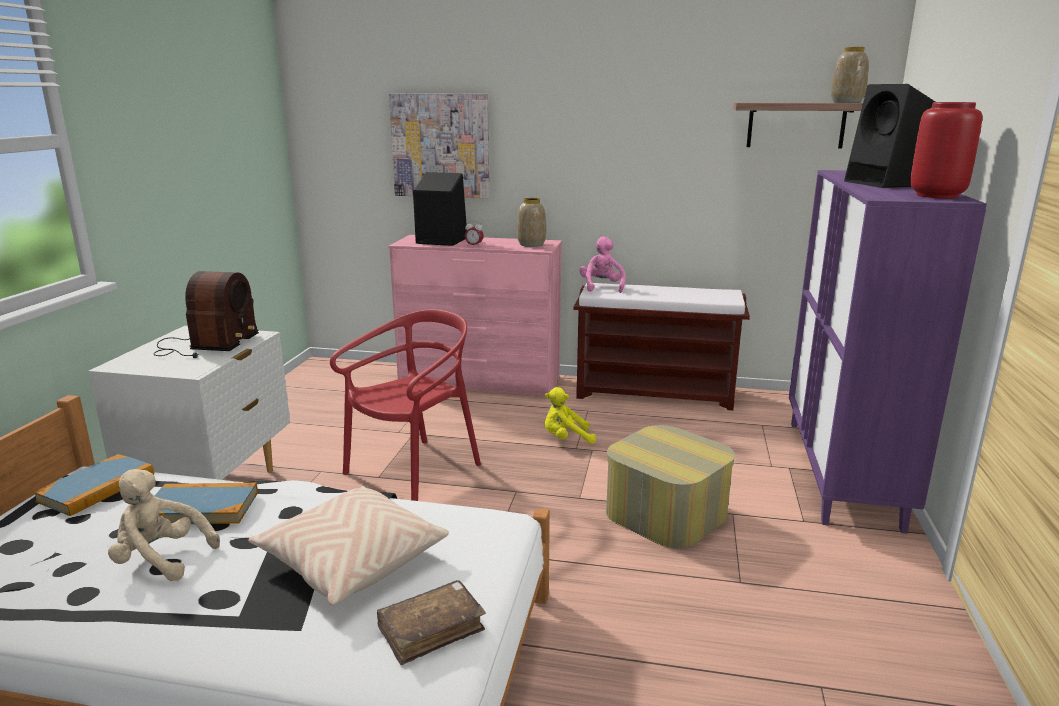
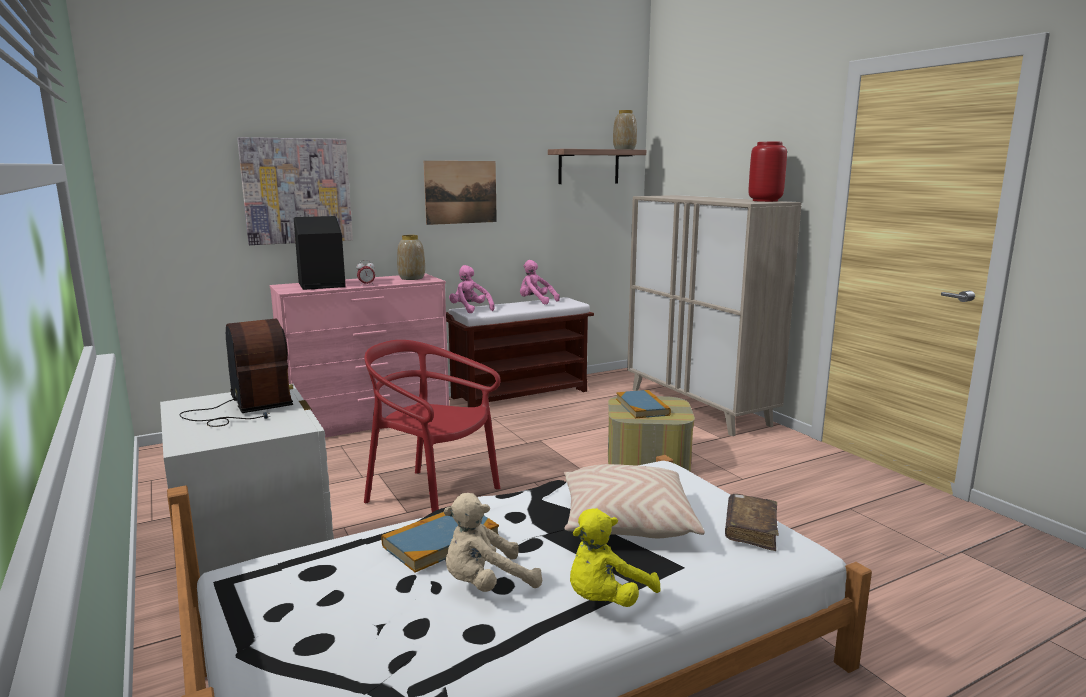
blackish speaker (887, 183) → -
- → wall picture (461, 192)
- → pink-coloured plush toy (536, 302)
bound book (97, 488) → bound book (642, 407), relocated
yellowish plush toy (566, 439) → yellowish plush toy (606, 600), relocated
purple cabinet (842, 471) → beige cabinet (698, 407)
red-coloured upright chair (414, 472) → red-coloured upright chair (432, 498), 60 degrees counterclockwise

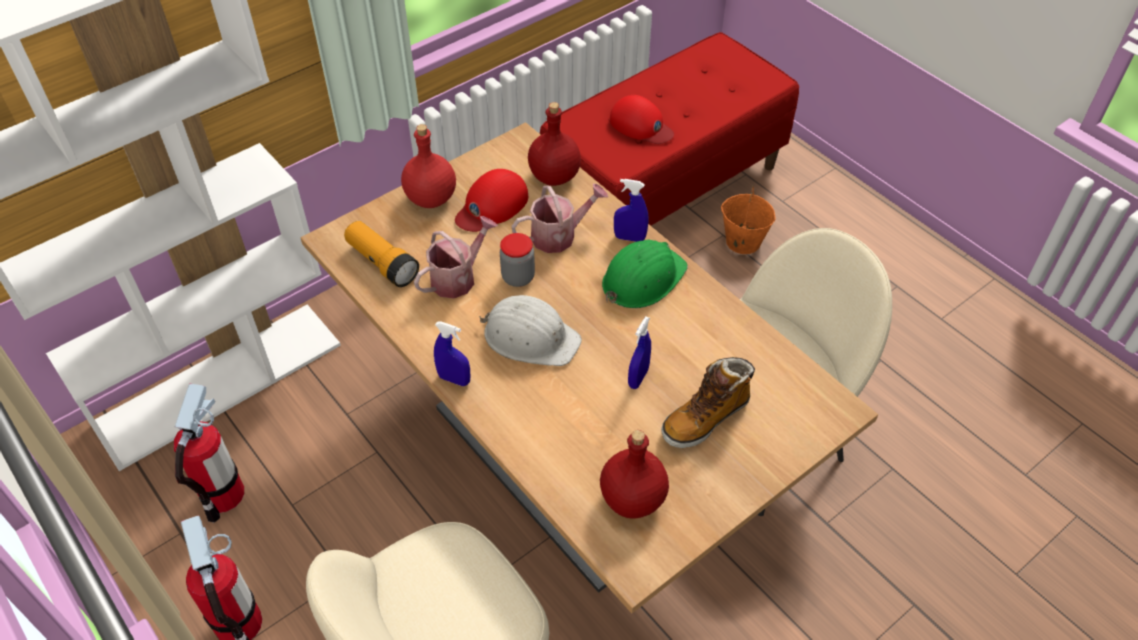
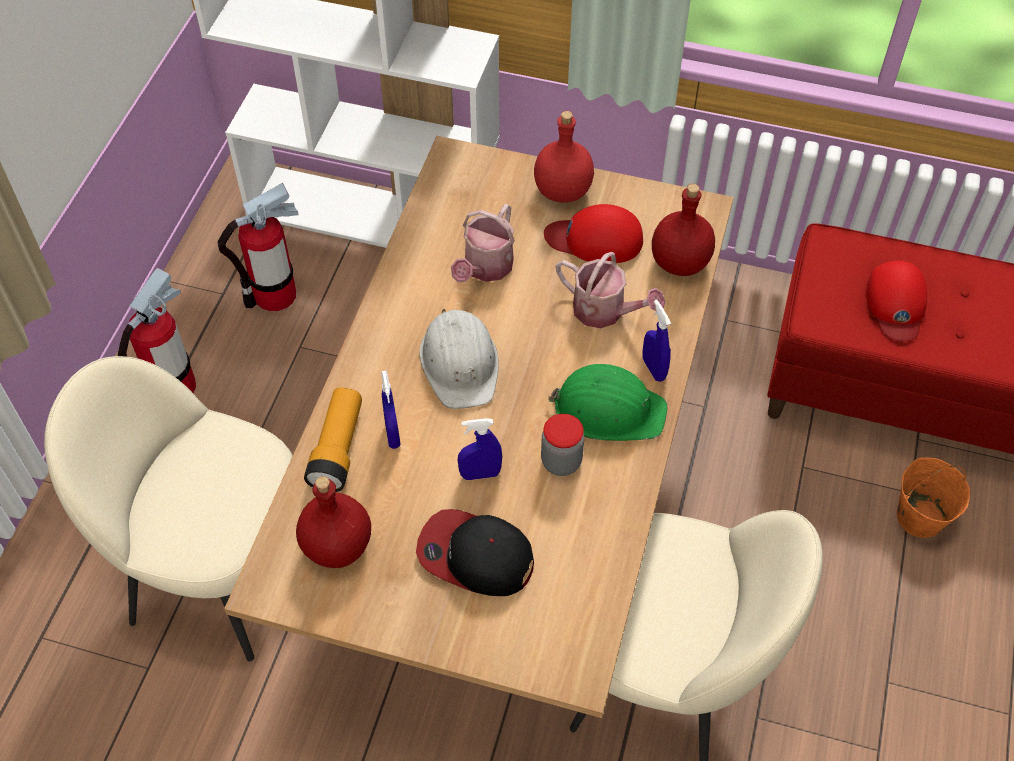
torch (382, 263) → torch (338, 449), relocated
blue-coloured hand sprayer (454, 379) → blue-coloured hand sprayer (392, 434), relocated
storage jar (518, 277) → storage jar (561, 461), relocated
high-top boot (705, 418) → peaked cap (475, 556)
watering can (458, 277) → watering can (485, 268), 105 degrees clockwise

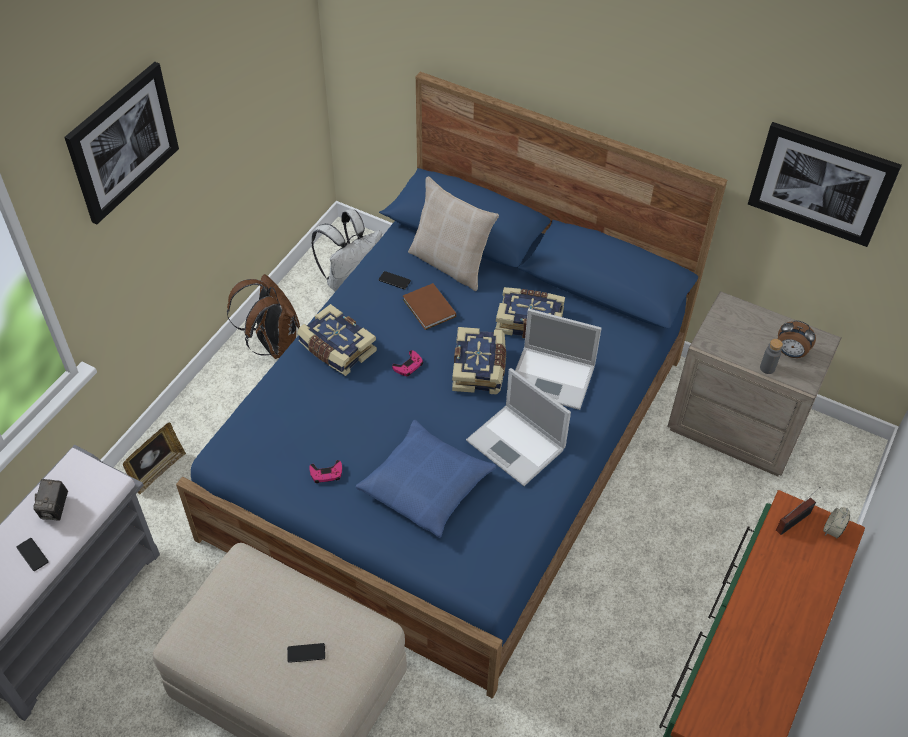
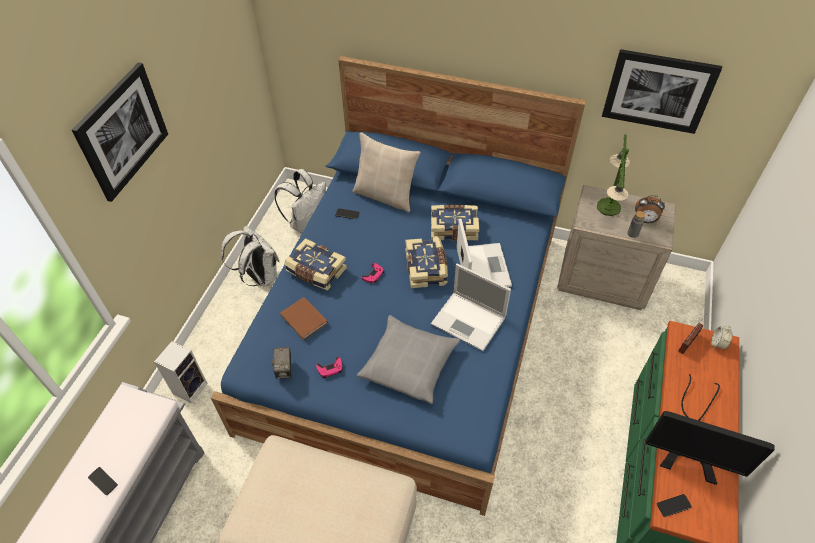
- → table lamp (608, 207)
- → monitor (691, 445)
still camera (55, 509) → still camera (284, 369), relocated
handset (306, 653) → handset (673, 505), relocated
brown bound book (429, 309) → brown bound book (304, 320), relocated
picture frame (157, 471) → speaker (190, 387)
brown knapsack (273, 344) → white knapsack (259, 277)
blue-coloured cushion (426, 485) → gray cushion (409, 364)
notebook computer (553, 378) → notebook computer (482, 266), 105 degrees counterclockwise

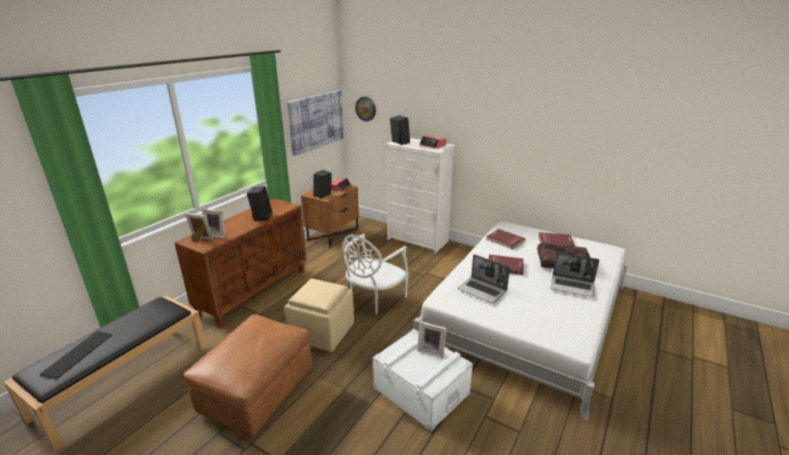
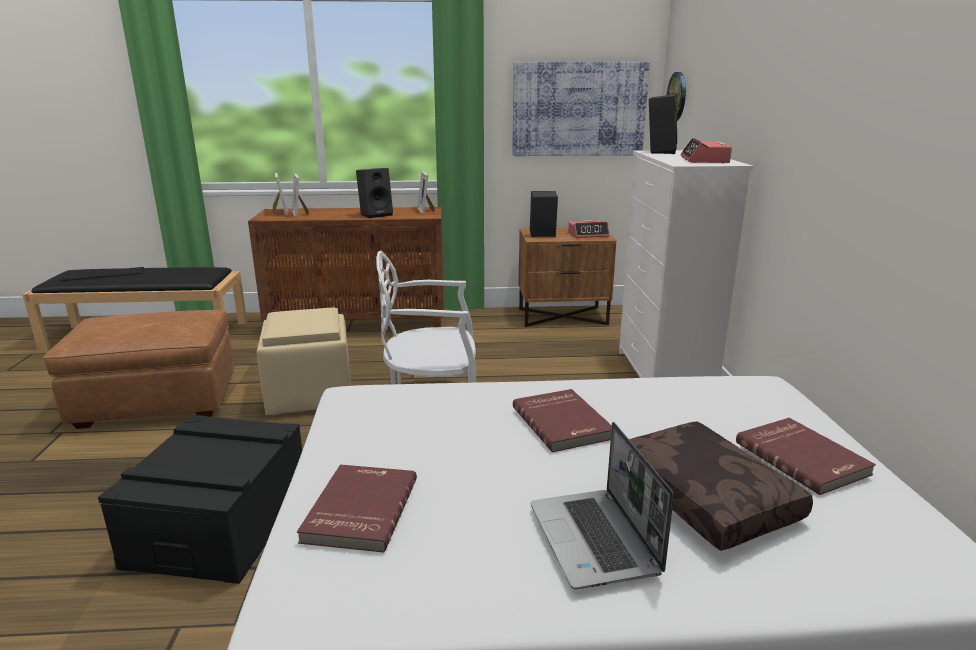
notebook computer (482, 290) → -
picture frame (431, 351) → picture frame (426, 211), relocated
red-coloured bound book (505, 240) → red-coloured bound book (358, 510), relocated
white storage bin (421, 390) → blackish storage bin (220, 524)

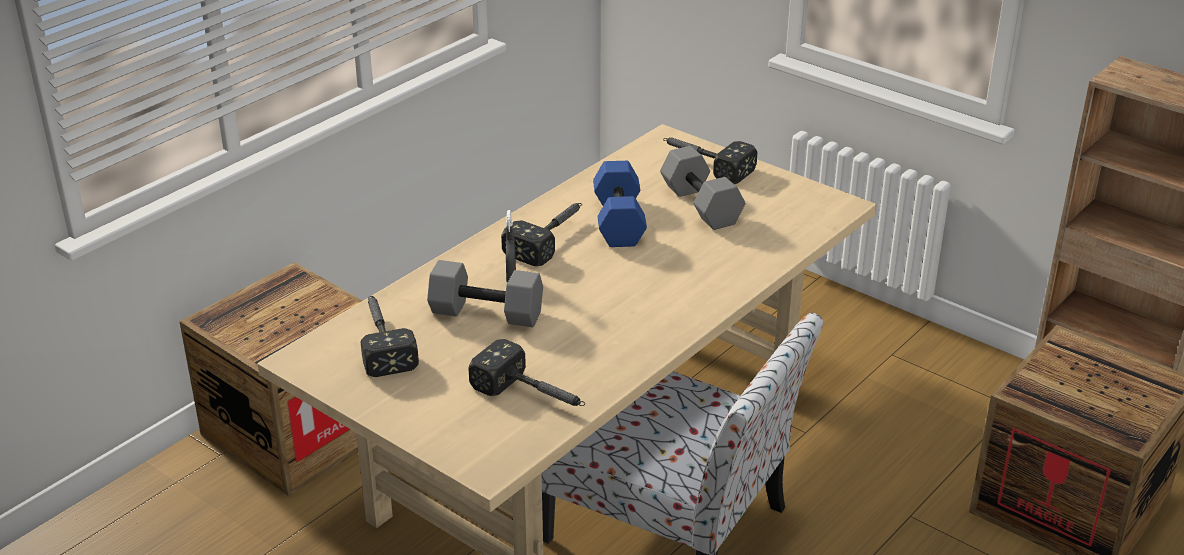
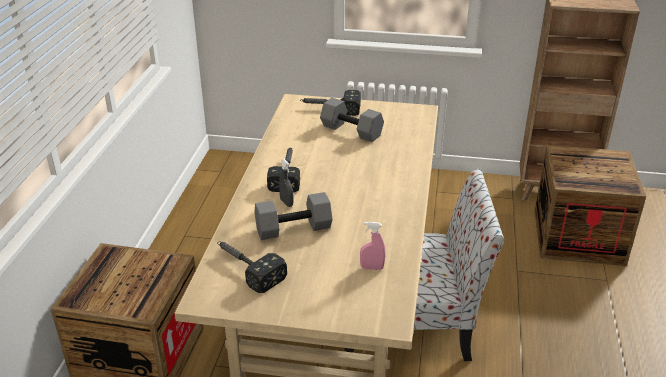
blue-coloured hand weight (617, 221) → -
hand hammer (533, 396) → pink-coloured hand sprayer (372, 268)

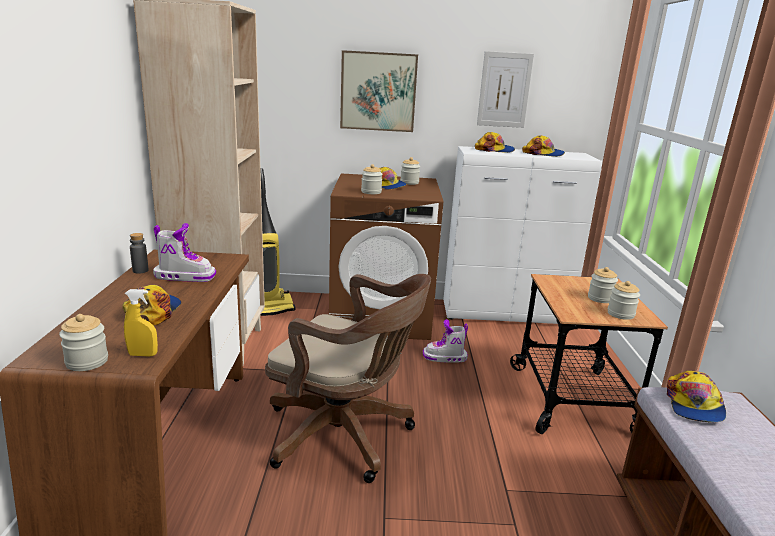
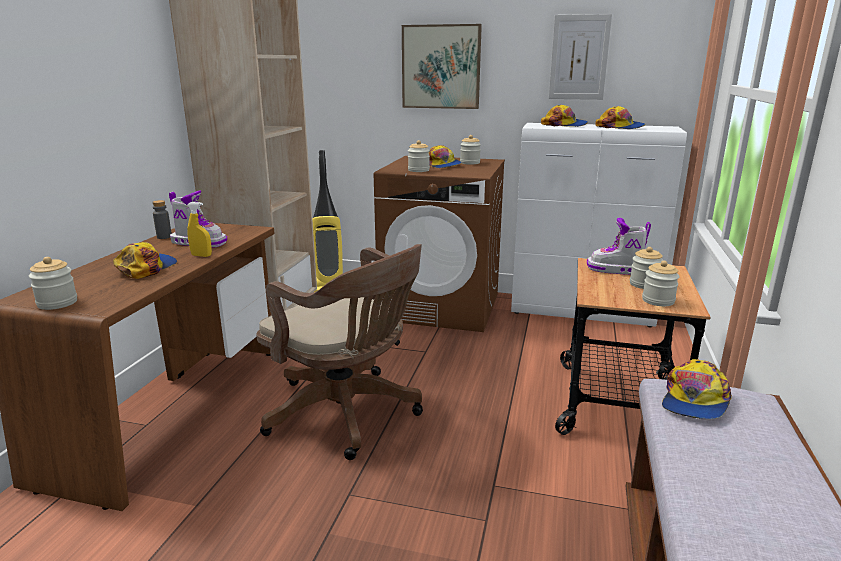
yellowish hand sprayer (143, 354) → yellowish hand sprayer (201, 255), relocated
high-top boot (445, 357) → high-top boot (617, 270), relocated

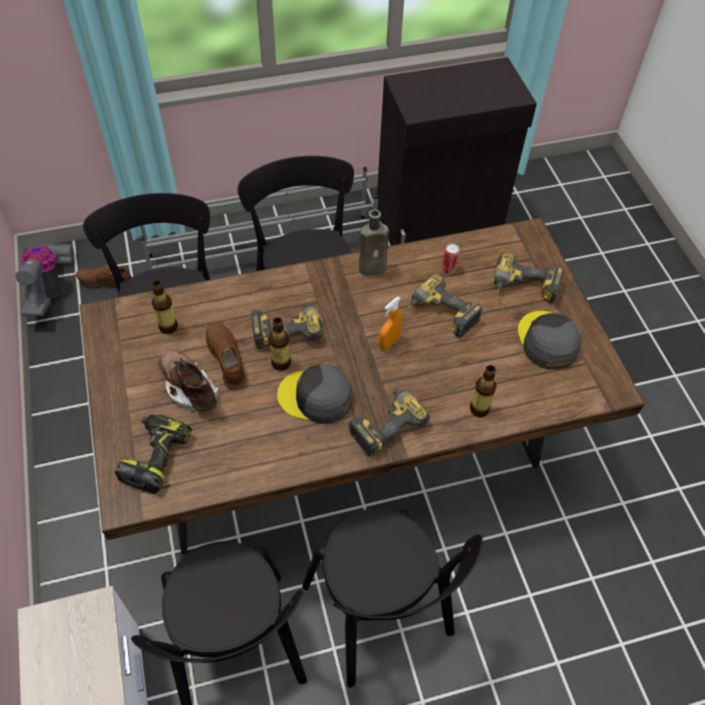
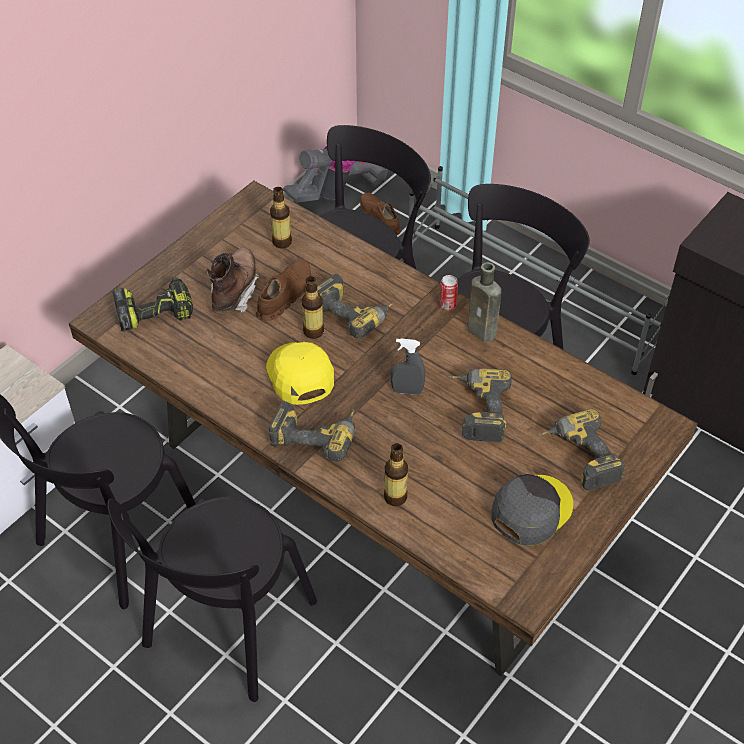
sealed can (449, 269) → sealed can (447, 305), relocated
gray peaked cap (316, 397) → yellowish peaked cap (299, 374)
orange-coloured hand sprayer (389, 343) → gray hand sprayer (407, 391)

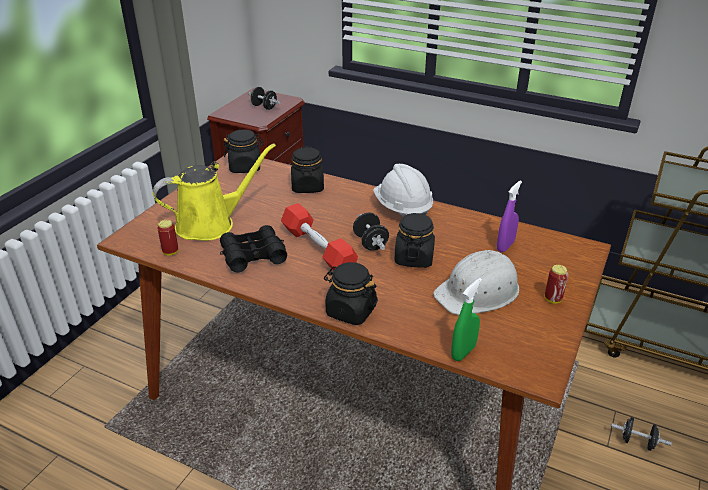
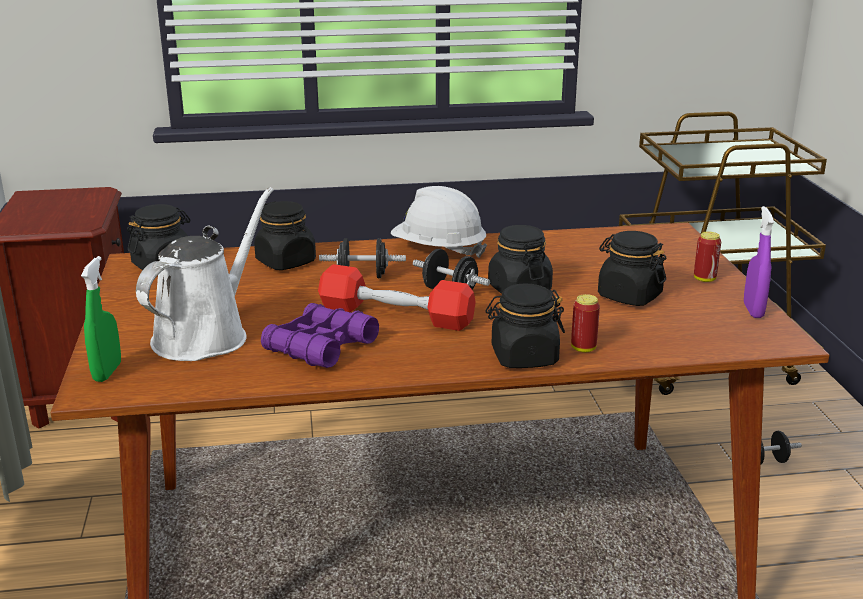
sealed can (170, 252) → sealed can (583, 348), relocated
blackish hand weight (264, 107) → blackish hand weight (363, 276), relocated
greenish hand sprayer (463, 352) → greenish hand sprayer (107, 372), relocated
purple hand sprayer (505, 246) → purple hand sprayer (753, 310), relocated
white work helmet (478, 292) → blackish storage jar (629, 296)
yellowish watering can (211, 224) → white watering can (206, 335)
blackish binoculars (253, 255) → purple binoculars (320, 347)

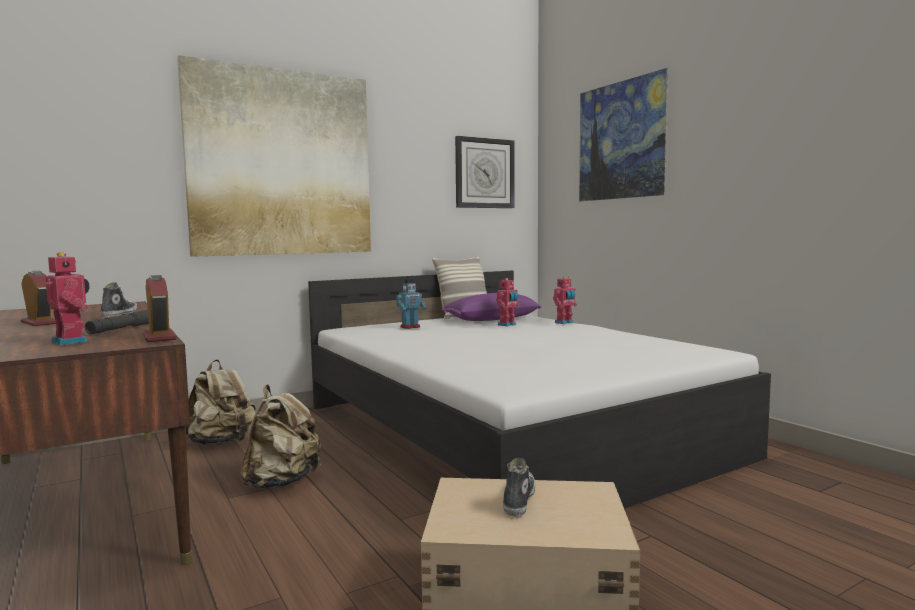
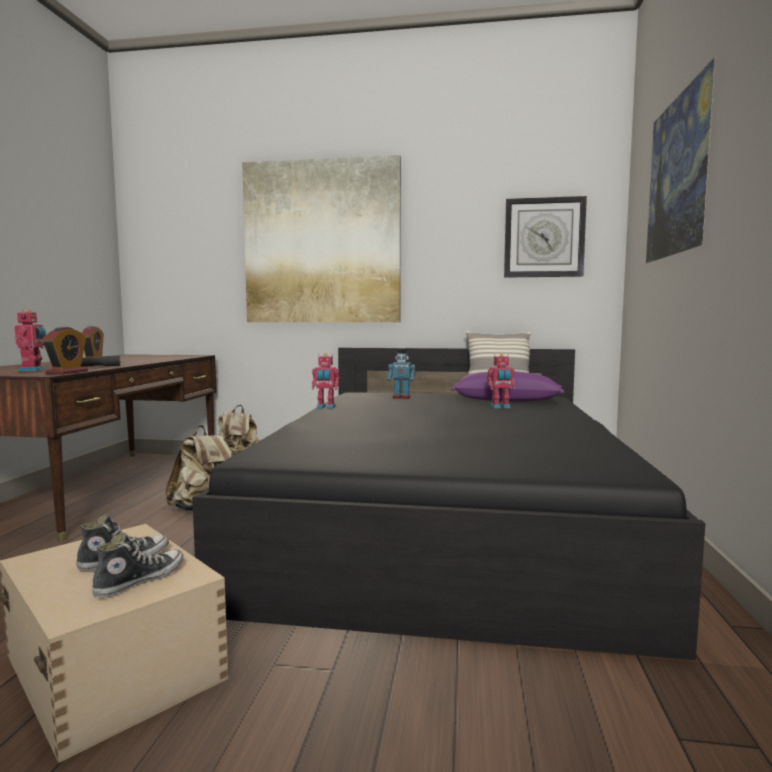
shoe (119, 314) → shoe (140, 580), relocated
robot figure (564, 323) → robot figure (325, 407), relocated
white bed (507, 430) → blackish bed (443, 520)

